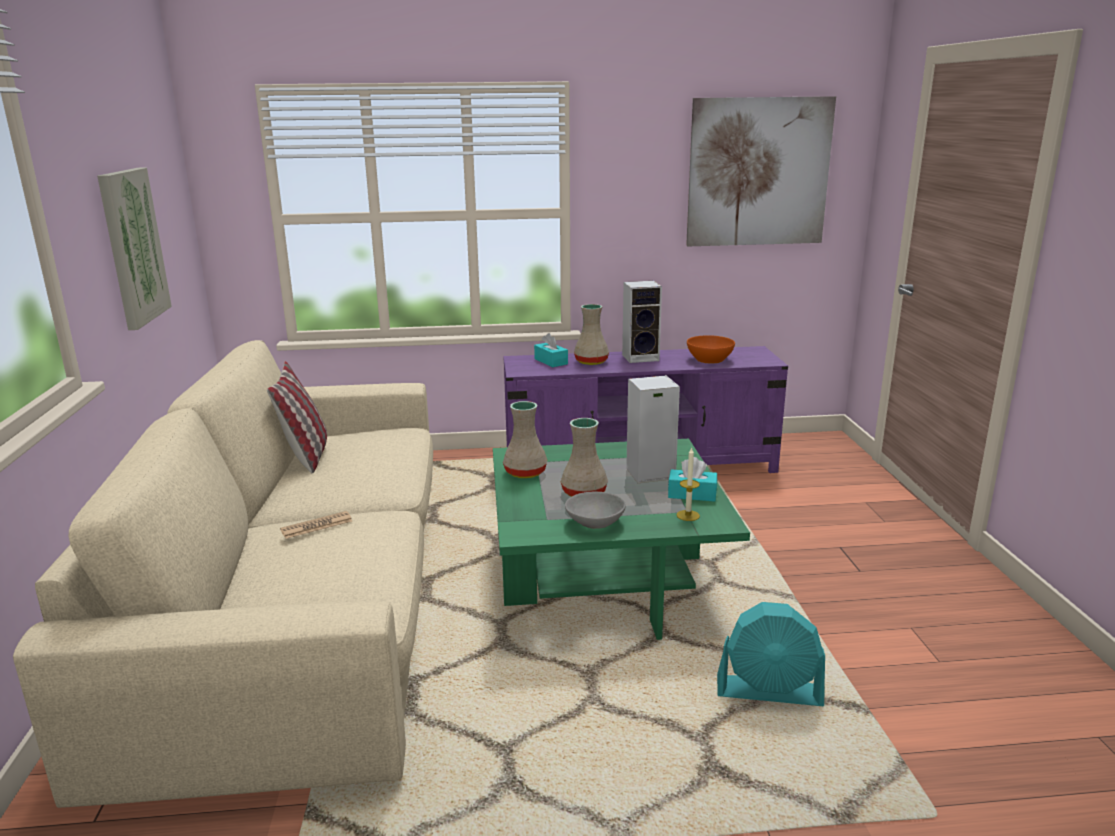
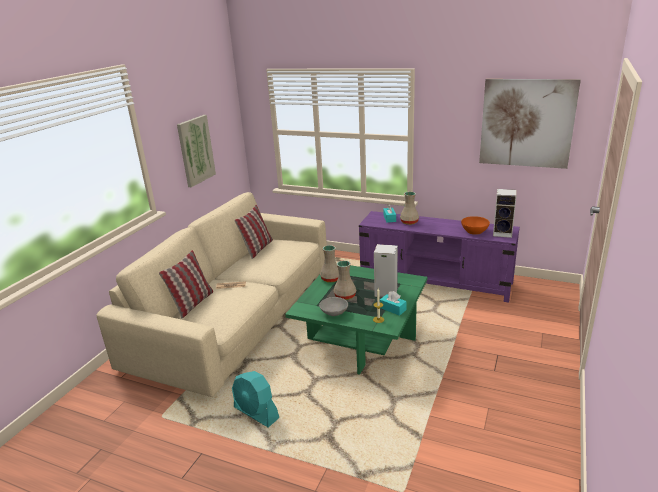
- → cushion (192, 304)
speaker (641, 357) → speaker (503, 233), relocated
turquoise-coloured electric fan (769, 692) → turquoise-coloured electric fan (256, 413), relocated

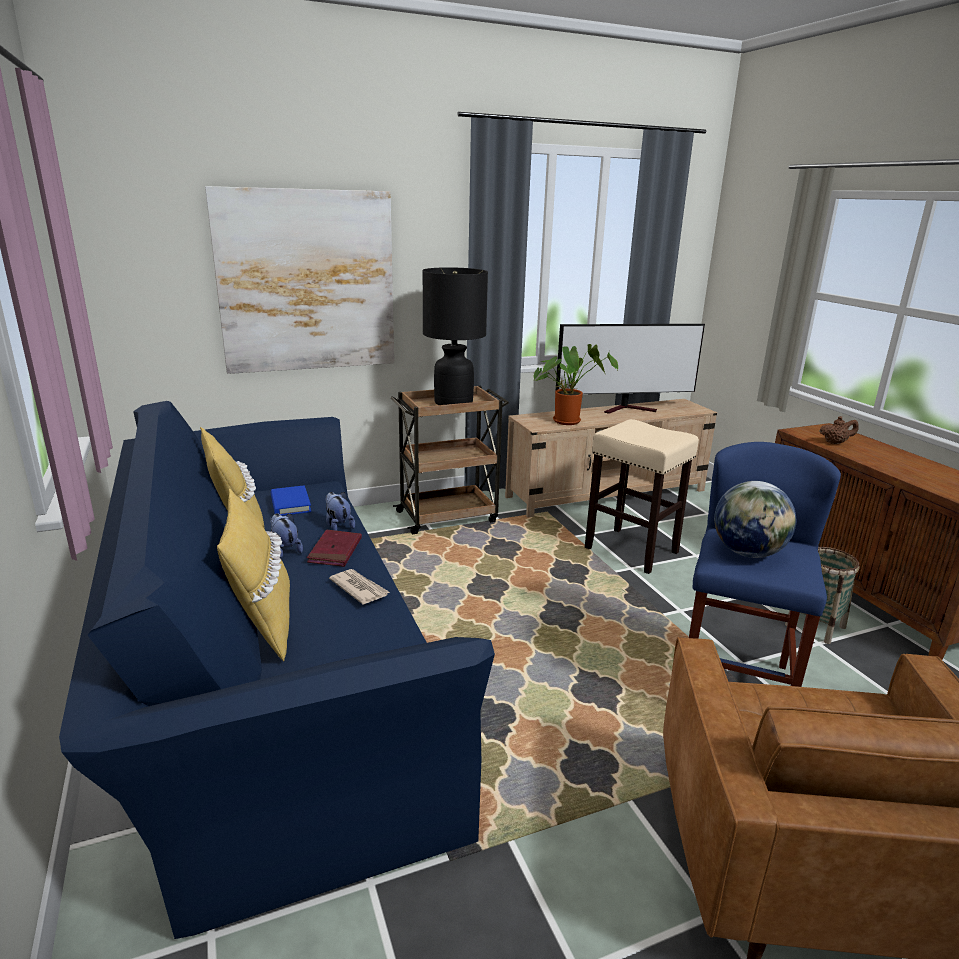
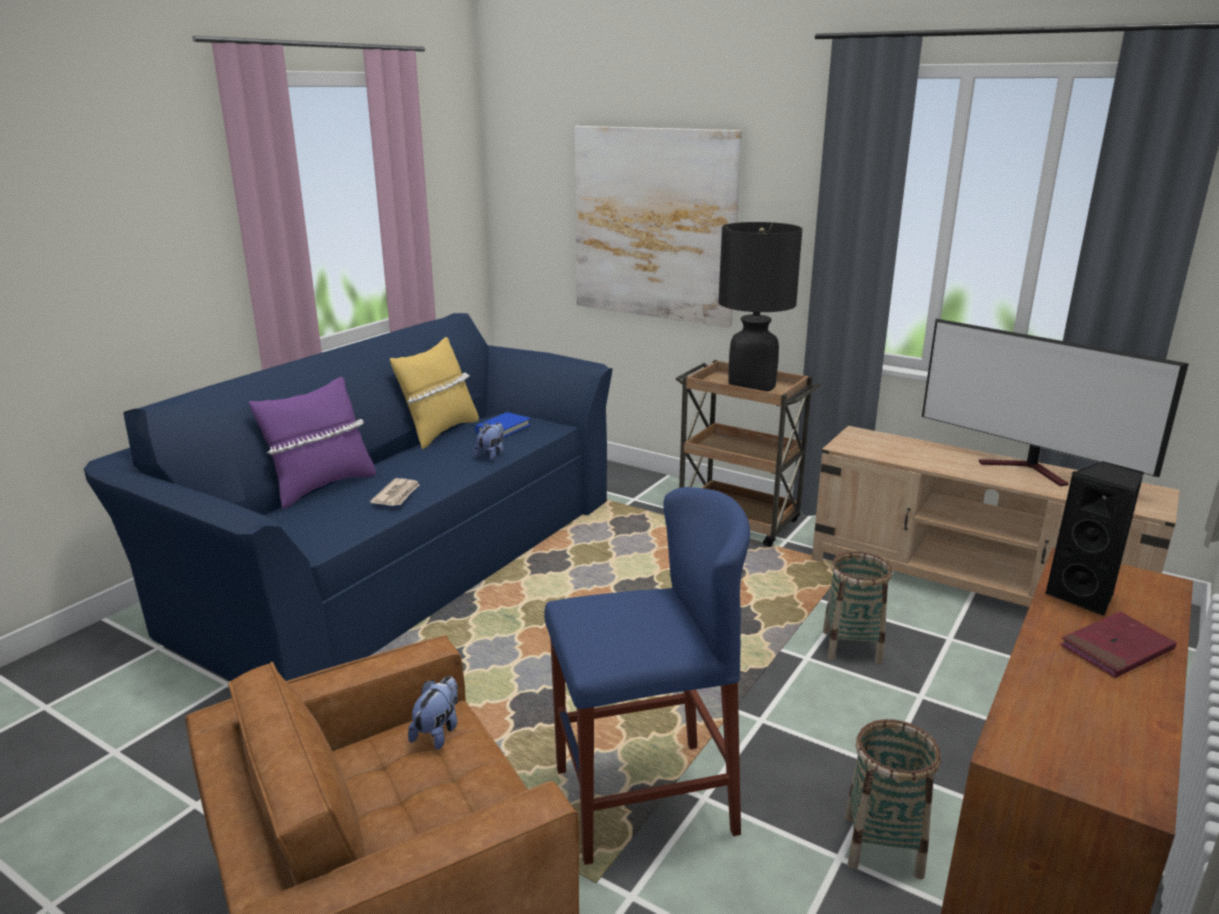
houseplant (569, 421) → -
world globe (748, 553) → -
plush toy (285, 550) → plush toy (438, 731), relocated
red-coloured bound book (335, 551) → red-coloured bound book (1116, 649), relocated
beige stool seat (632, 550) → household basket (852, 646)
brown tea pot (835, 443) → blackish speaker (1084, 596)
yellowish cushion (263, 624) → purple cushion (321, 487)

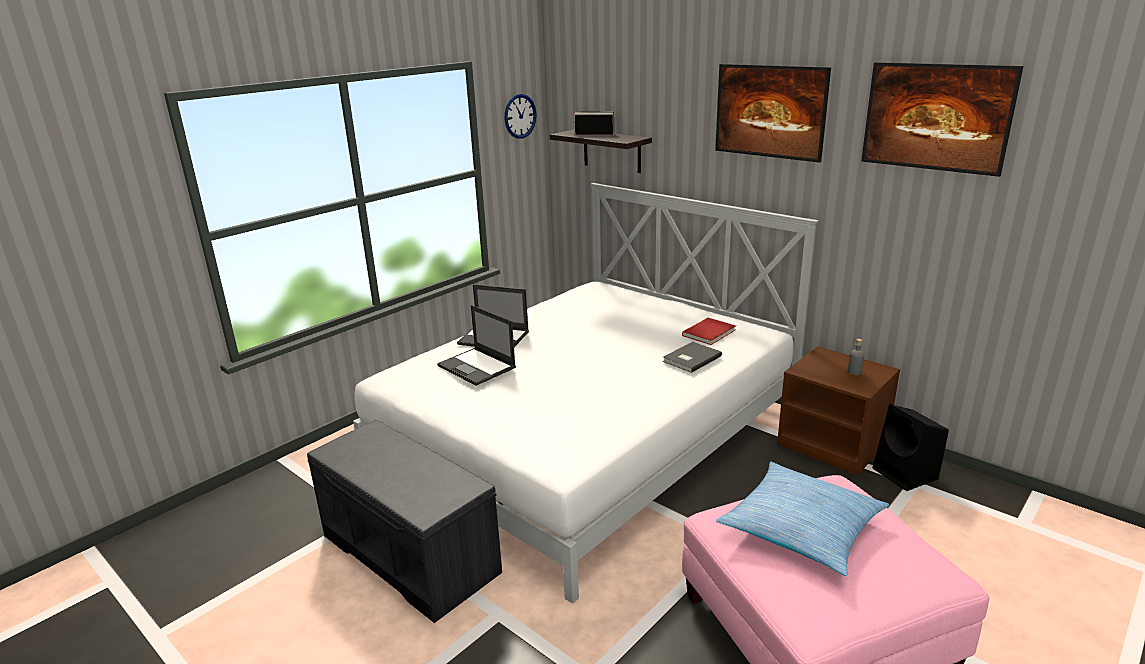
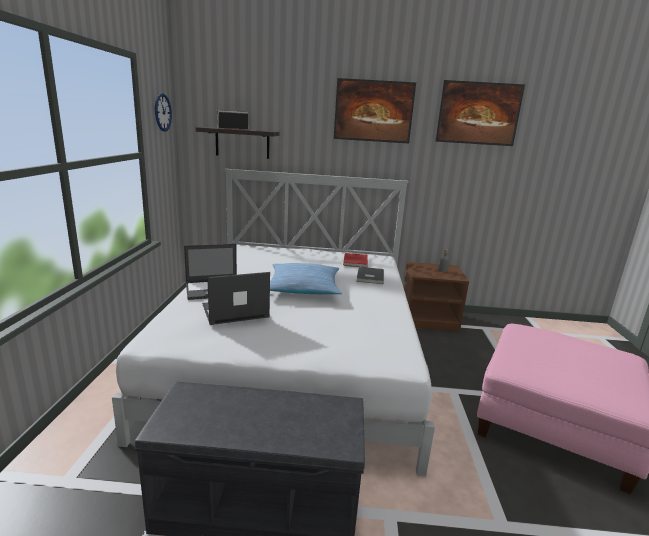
blackish speaker (906, 474) → -
cushion (801, 527) → cushion (303, 288), relocated
notebook computer (477, 367) → notebook computer (234, 311), 150 degrees clockwise

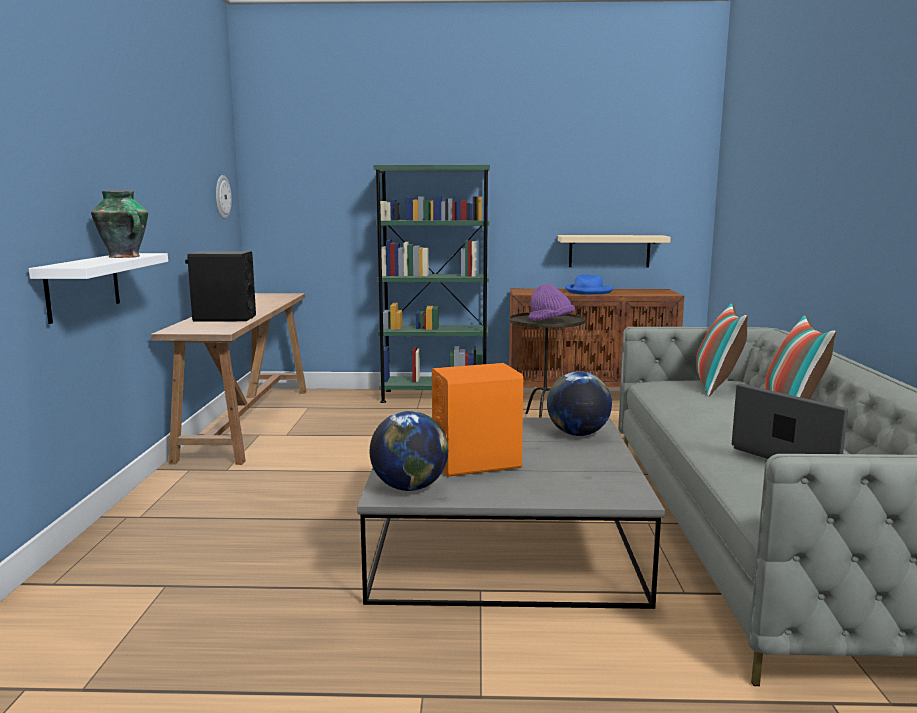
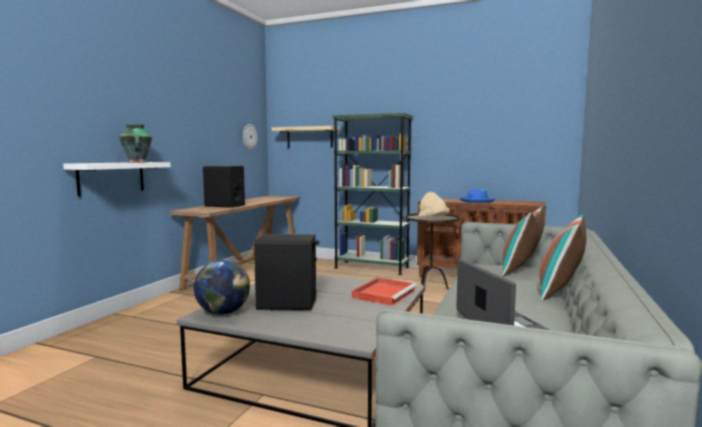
beige shelf (609, 251) → beige shelf (309, 137), relocated
world globe (577, 434) → red-coloured carrying tray (384, 293)
orange-coloured speaker (476, 463) → blackish speaker (287, 303)
purple wearable hat (550, 321) → beige wearable hat (433, 219)

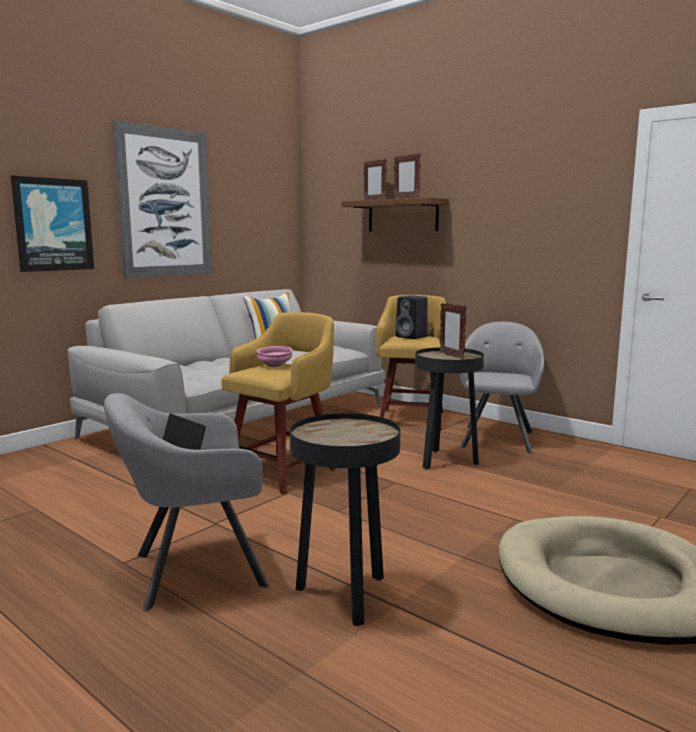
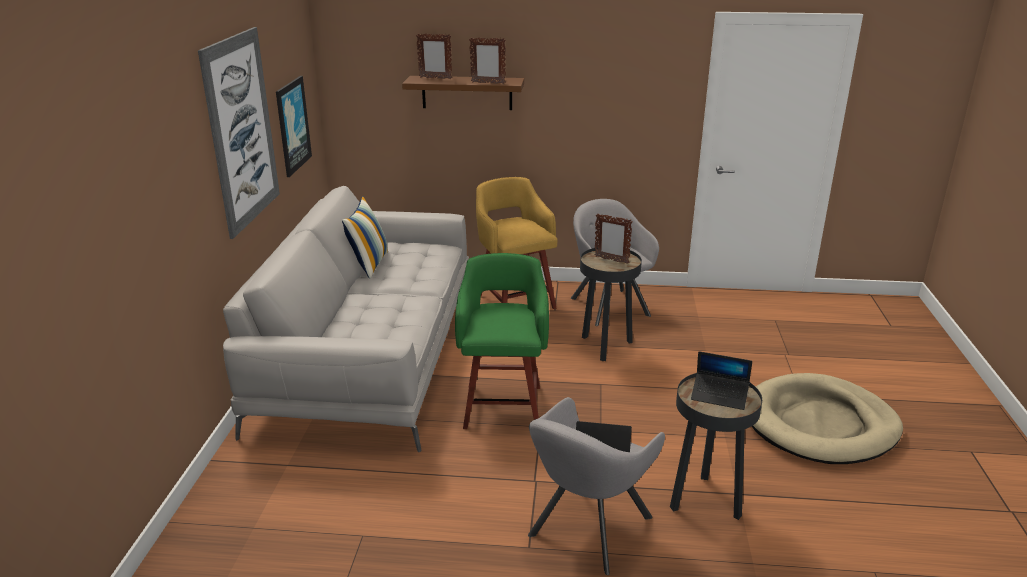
pink-coloured serving bowl (274, 366) → -
blackish speaker (412, 337) → -
- → notebook computer (719, 396)
wall picture (53, 224) → wall picture (292, 125), relocated
yellowish stool seat (284, 471) → greenish stool seat (503, 405)

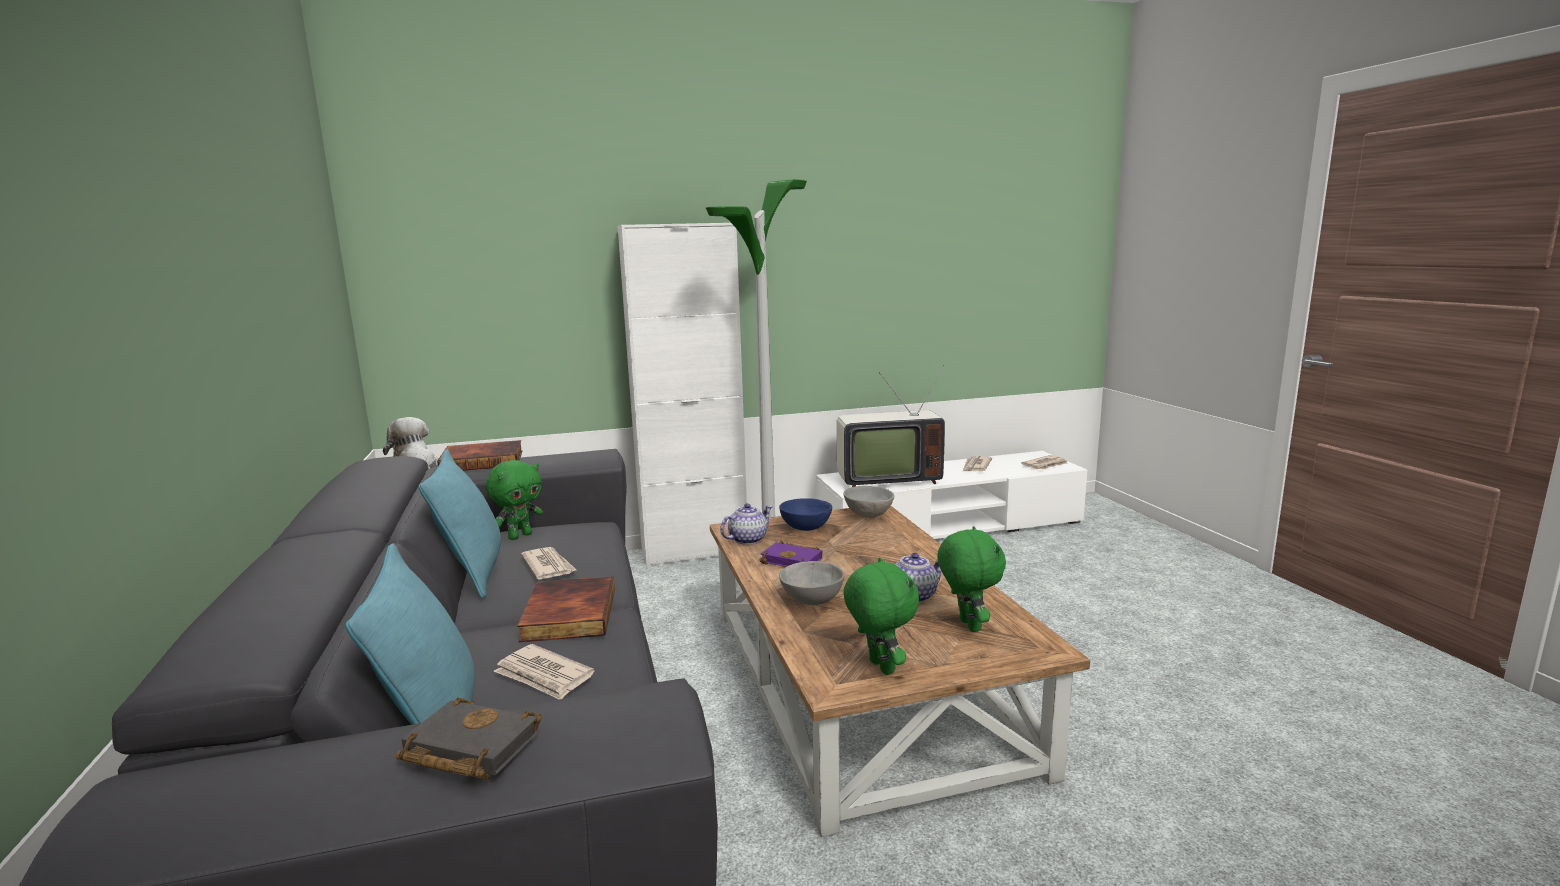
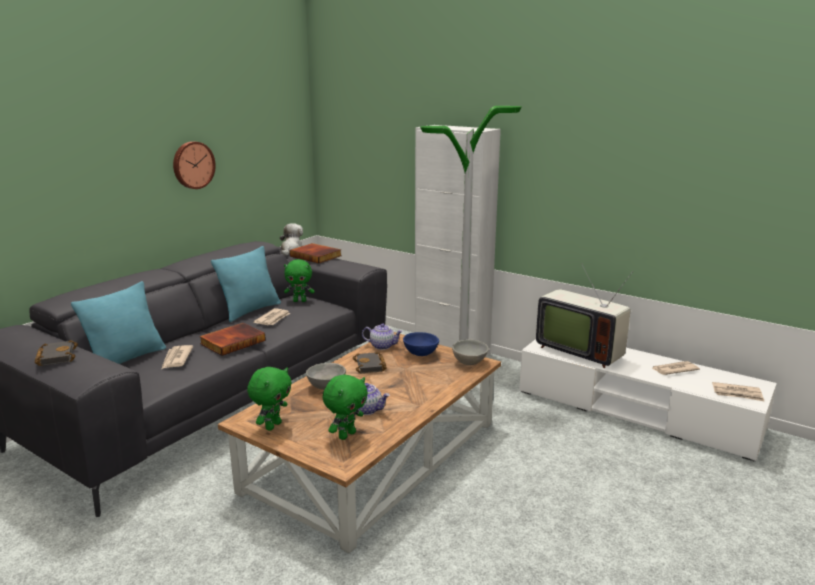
- → hanging clock (193, 165)
purple bound book (794, 560) → blackish bound book (371, 366)

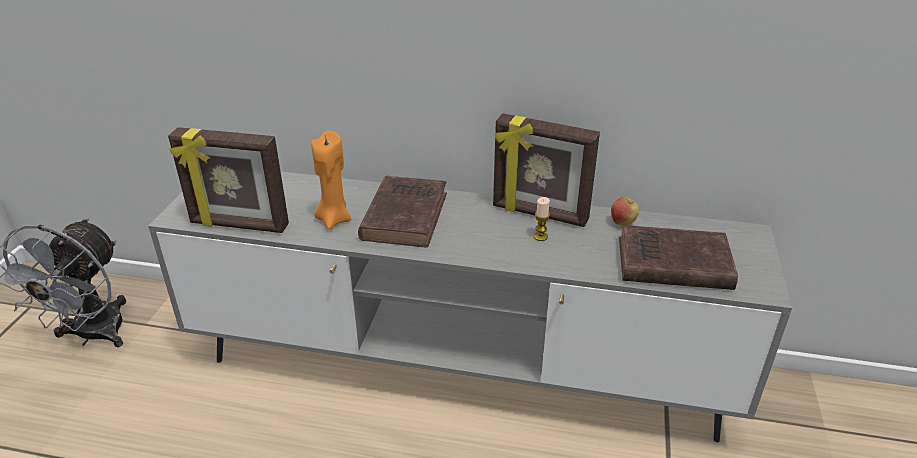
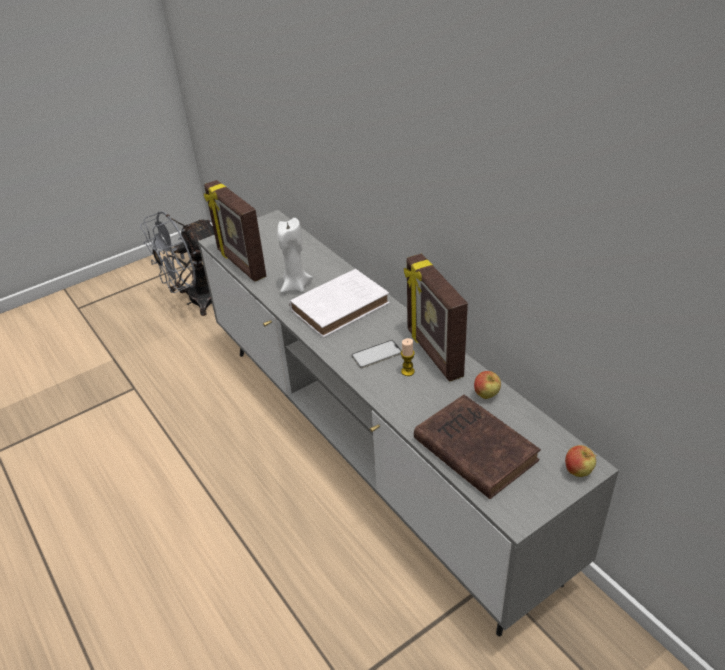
- → handset (376, 354)
- → whole apple (578, 472)
orange-coloured candle (334, 219) → white candle (295, 287)
brown bound book (405, 215) → white bound book (342, 306)

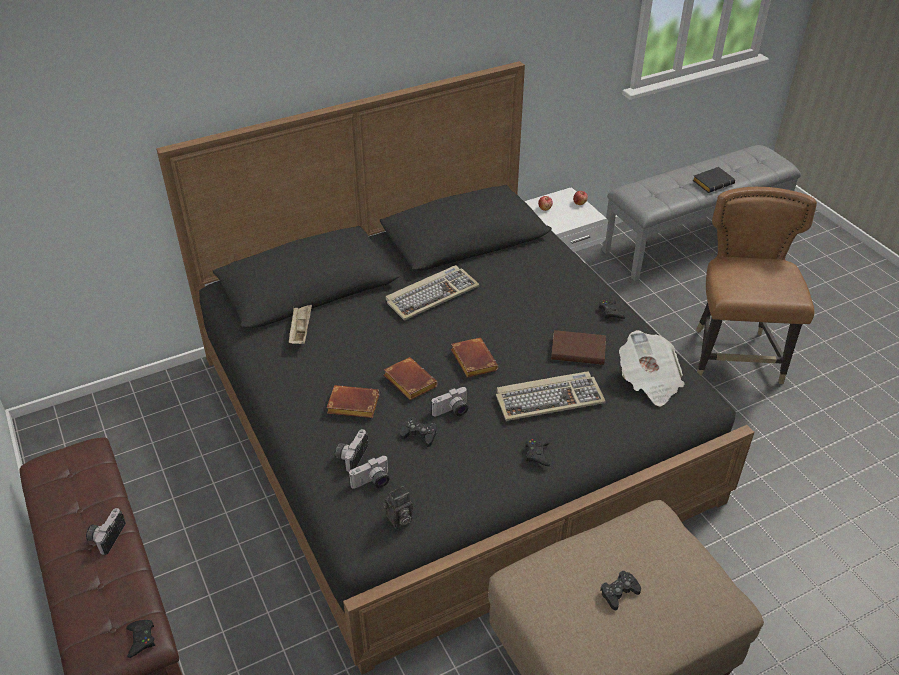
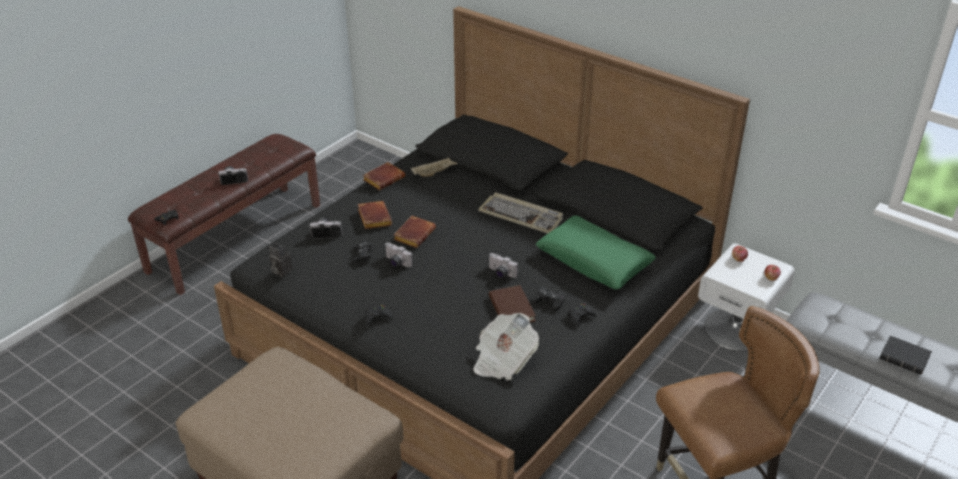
PC keyboard (549, 398) → -
- → greenish cushion (594, 261)
still camera (372, 482) → still camera (500, 274), relocated
brown bound book (472, 360) → brown bound book (384, 178), relocated
blackish game controller (619, 592) → blackish game controller (549, 301), relocated

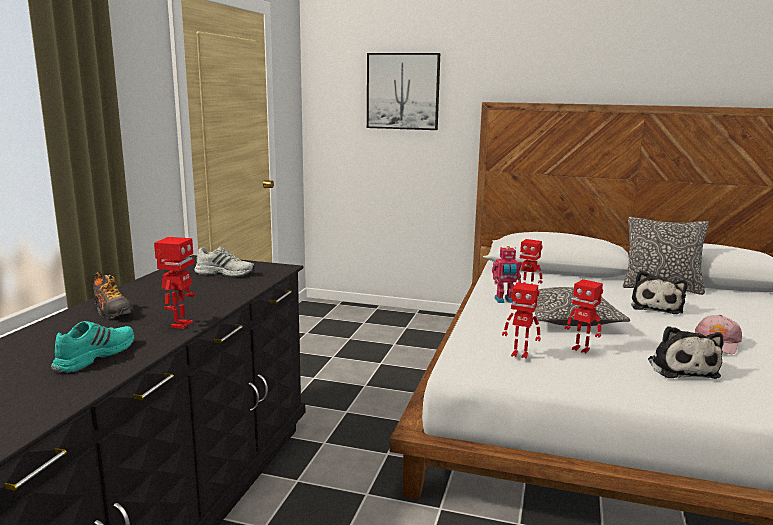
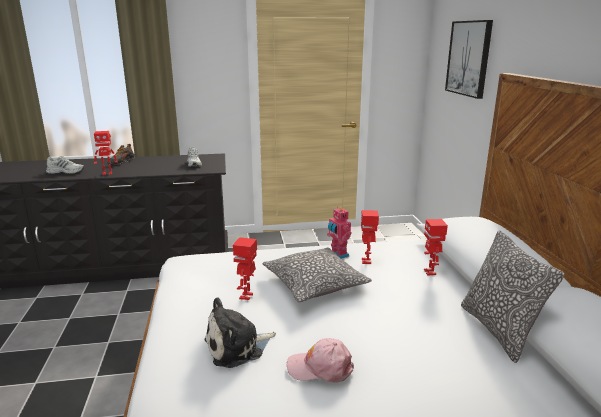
plush toy (656, 307) → -
robot figure (520, 354) → robot figure (430, 272), relocated
turquoise-coloured shoe (94, 356) → white shoe (66, 172)

